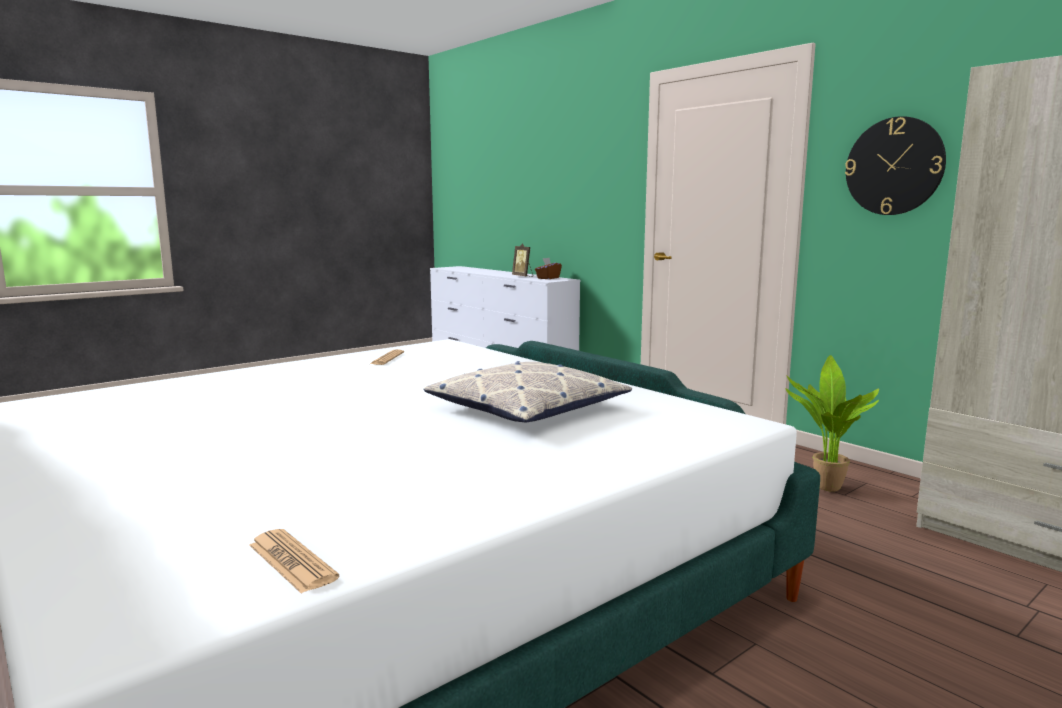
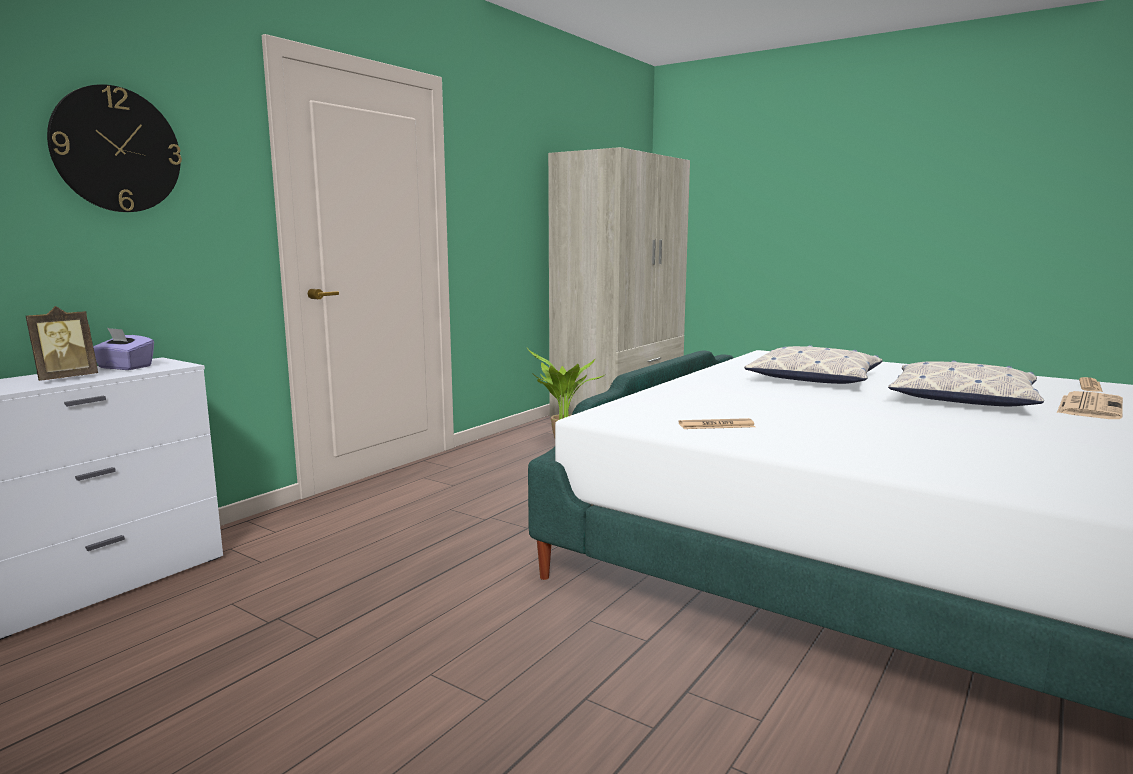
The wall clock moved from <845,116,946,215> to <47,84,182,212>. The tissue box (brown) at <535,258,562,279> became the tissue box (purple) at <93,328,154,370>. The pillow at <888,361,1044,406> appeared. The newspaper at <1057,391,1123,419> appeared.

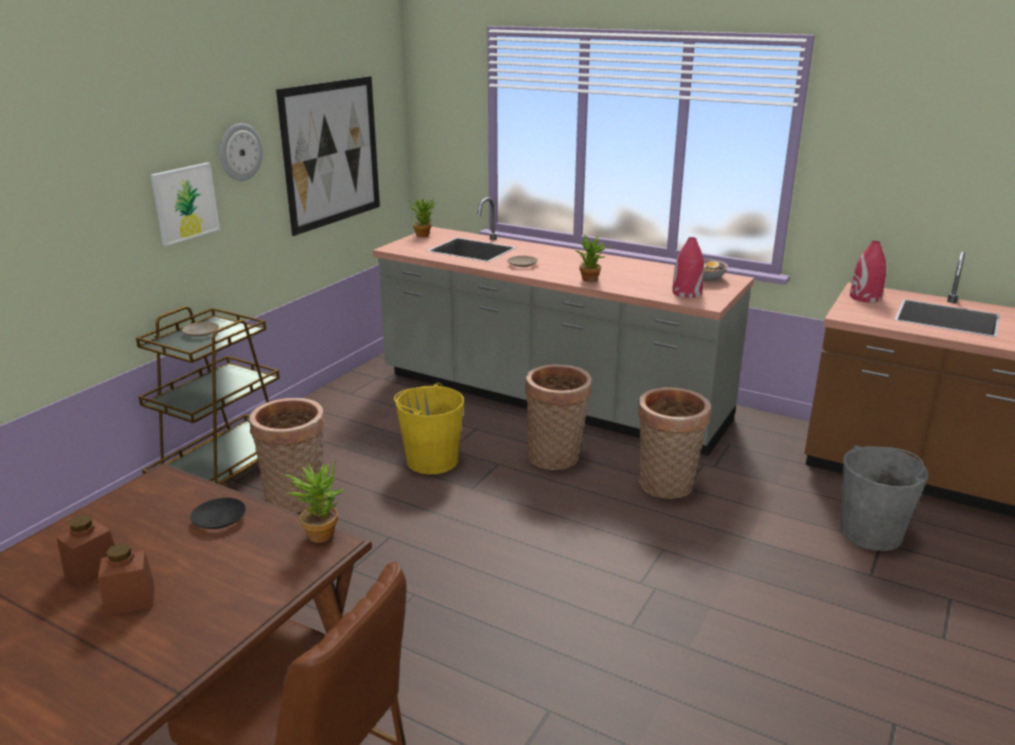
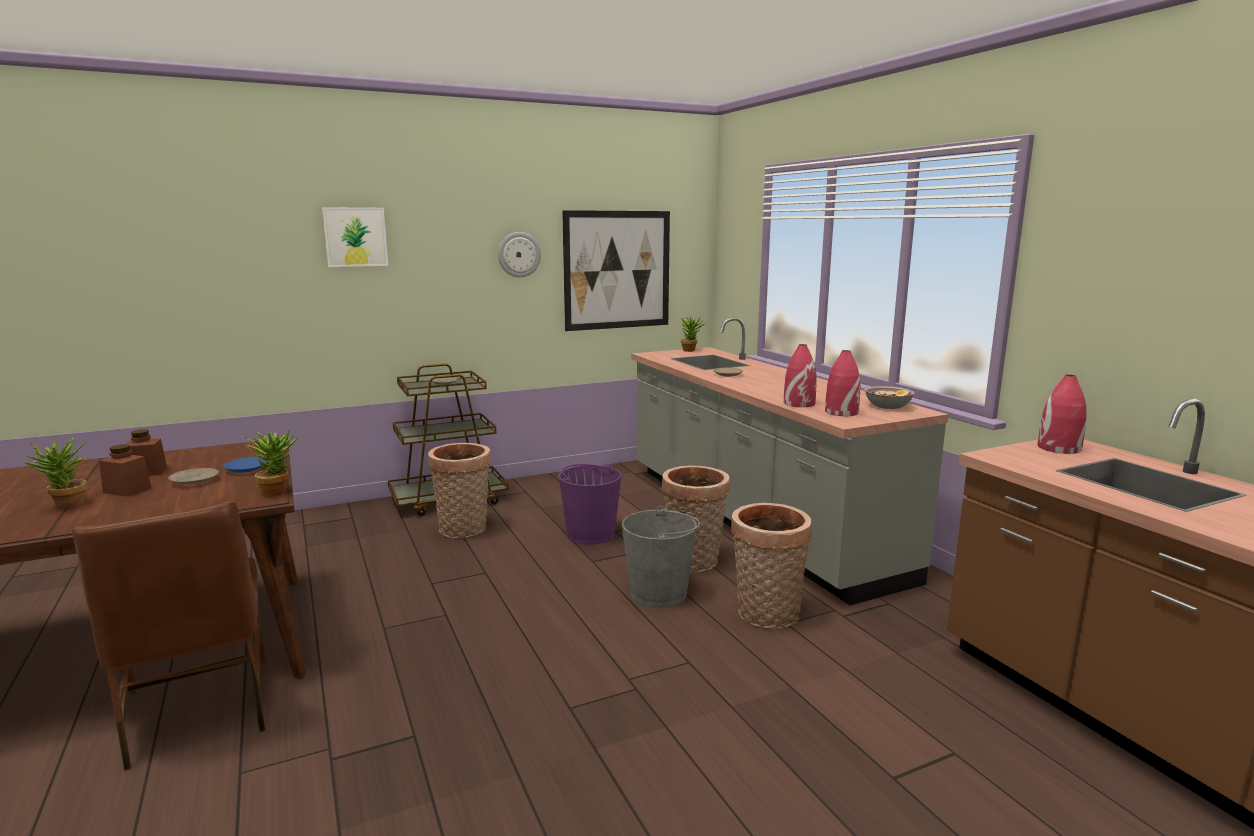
The potted plant moved from <576,234,611,282> to <22,437,87,508>. The plate (beige) at <168,468,219,485> appeared. The plate (black) at <190,498,246,529> became the plate (blue) at <224,457,268,473>. The picture moved from <151,163,220,246> to <322,207,388,267>. The bucket (yellow) at <394,383,464,475> became the bucket (purple) at <559,464,622,545>. The bucket (grey) moved from <839,445,928,551> to <622,506,700,608>. The vase (red) at <784,344,817,407> appeared.

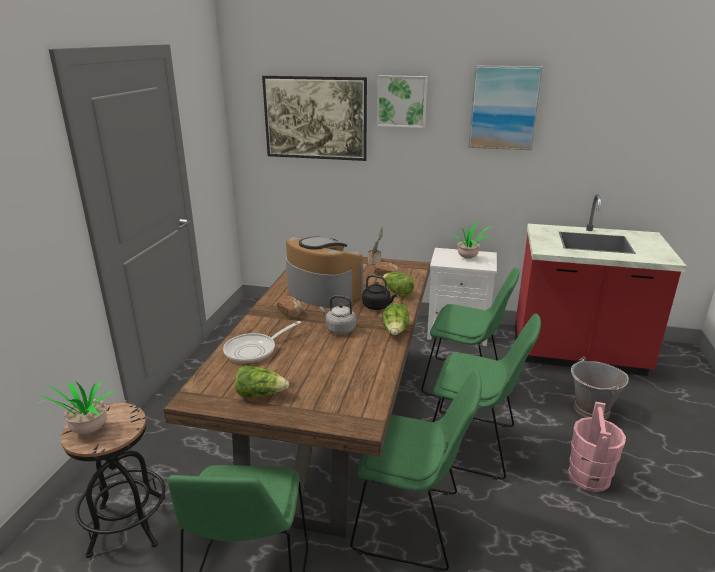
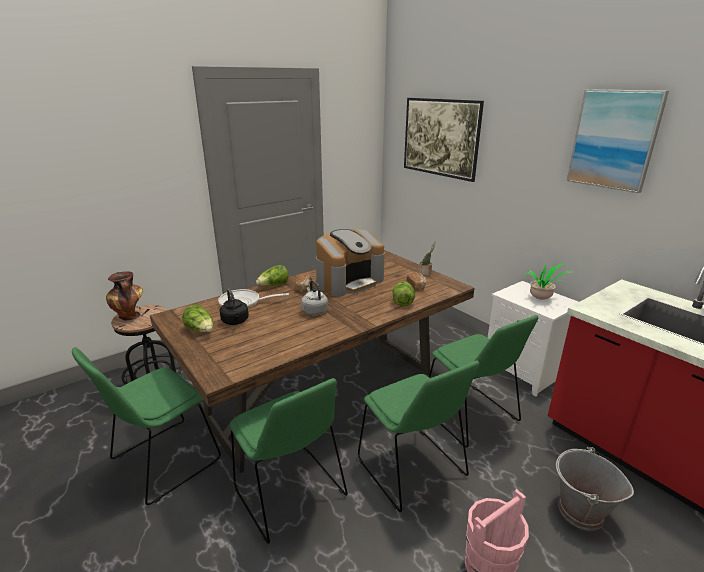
The potted plant at <35,380,116,434> was replaced by the vase at <106,271,143,320>. The kettle (black) moved from <363,275,397,310> to <220,289,249,325>. The lettuce moved from <382,303,409,335> to <256,265,289,286>. The coffee machine at <286,236,363,308> turned 60 degrees clockwise. The picture at <377,75,427,128> disappeared.

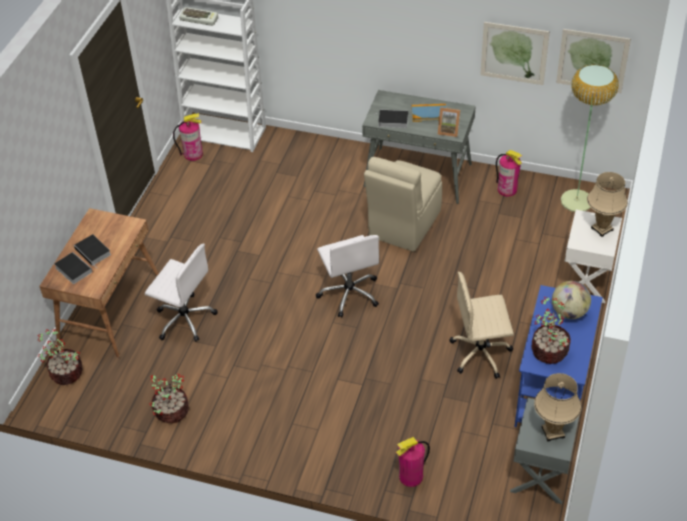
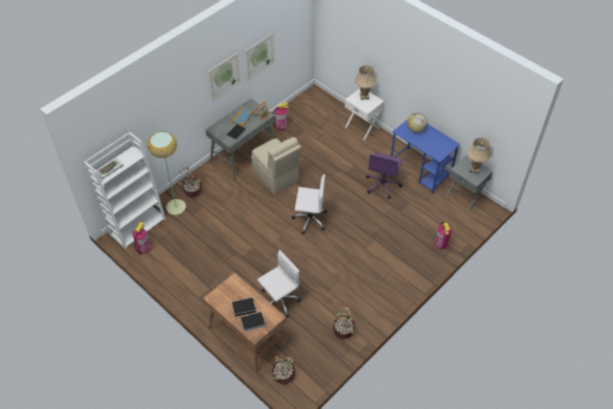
The floor lamp moved from <561,64,619,212> to <147,131,186,215>. The potted plant moved from <532,297,571,364> to <178,167,202,198>. The picture moved from <556,29,631,93> to <208,52,241,101>. The office chair (beige) at <450,272,514,379> became the office chair (purple) at <366,152,402,199>.

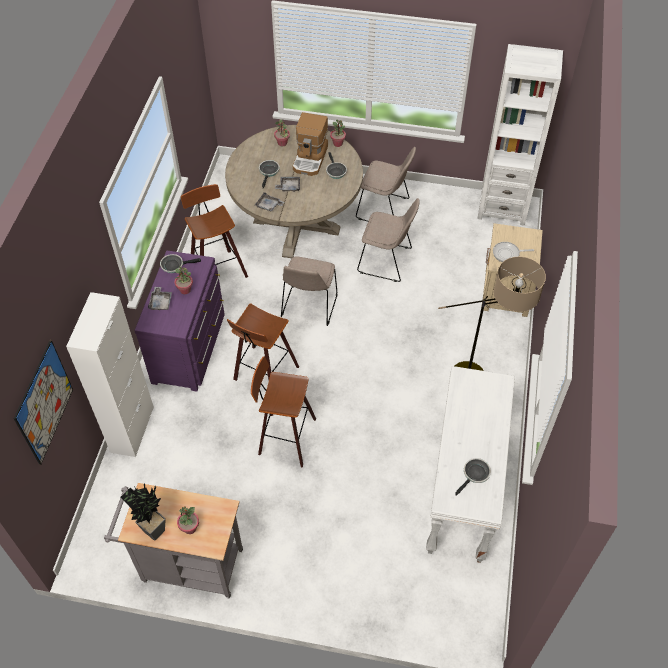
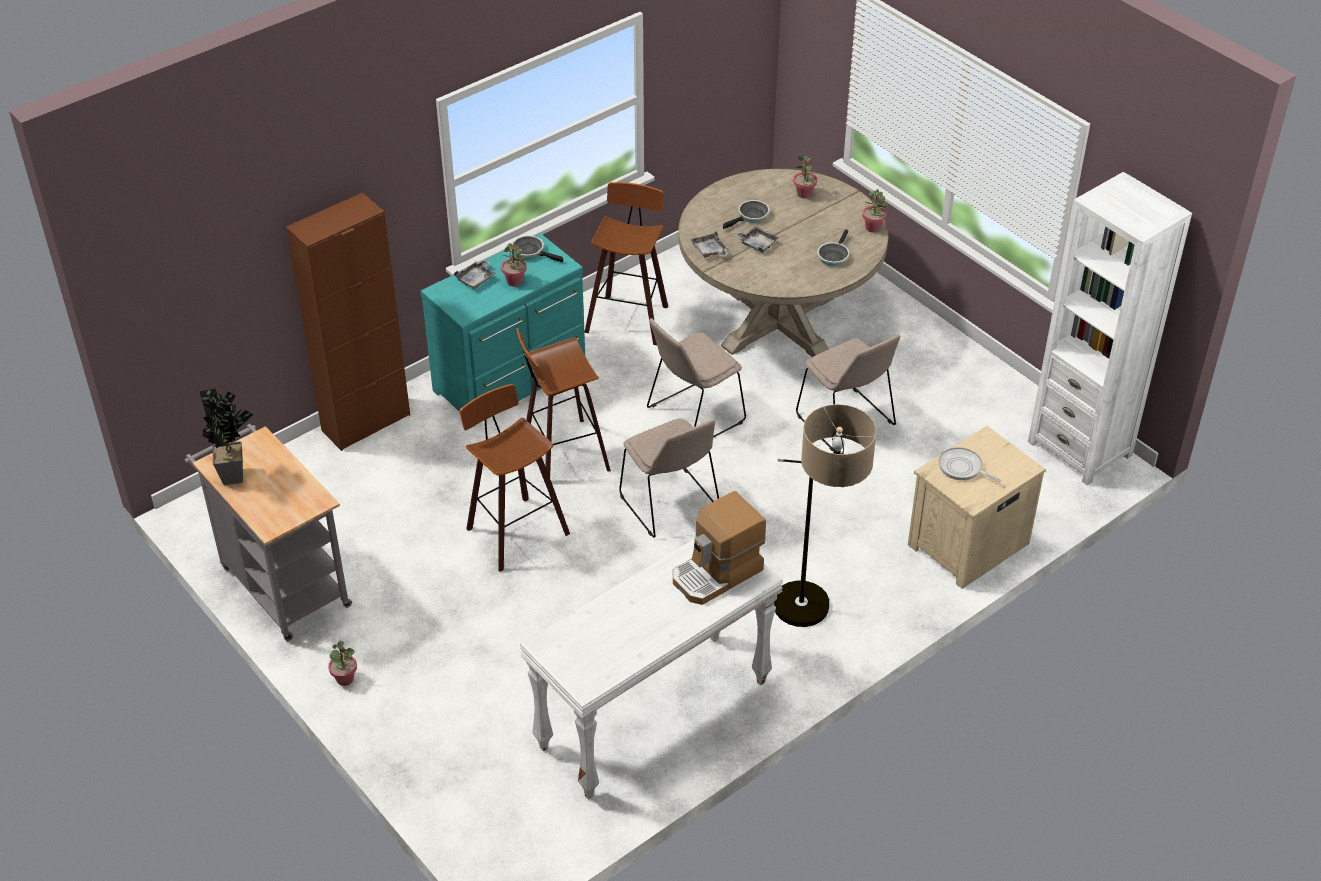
The cabinet (white) at <66,292,154,457> became the cabinet (brown) at <286,193,410,451>. The potted plant moved from <177,506,199,534> to <328,640,357,686>. The dresser (purple) at <134,250,225,391> became the dresser (turquoise) at <421,233,585,427>. The chair (beige) moved from <356,147,416,222> to <619,418,719,538>. The coffee machine moved from <293,112,328,176> to <673,491,766,605>. The picture at <13,340,73,465> disappeared. The frying pan at <456,458,491,495> disappeared.

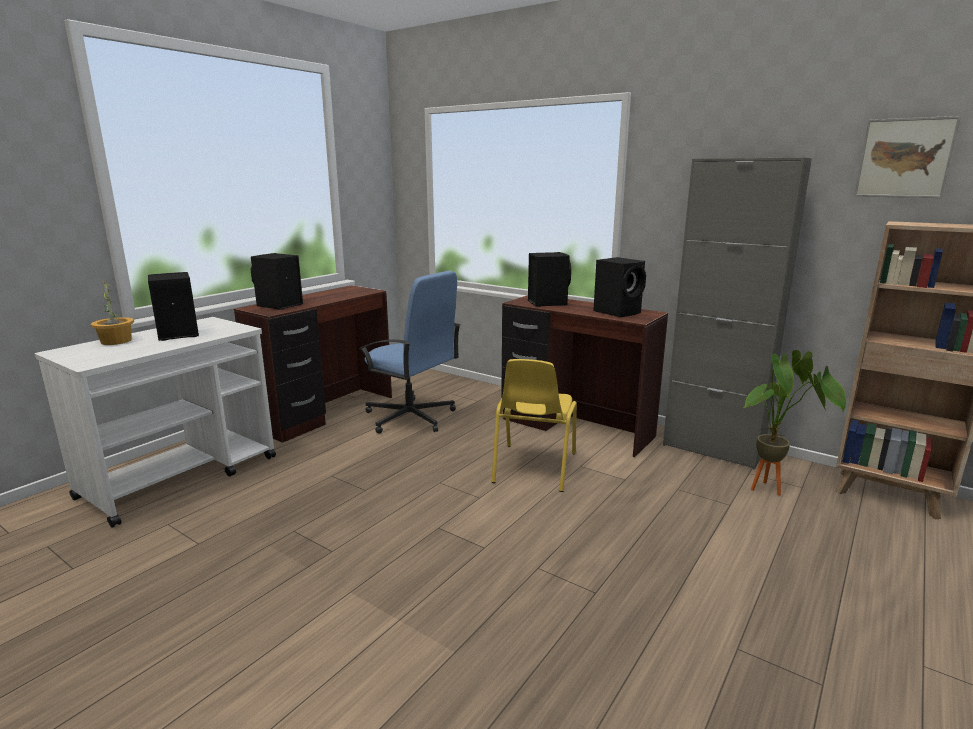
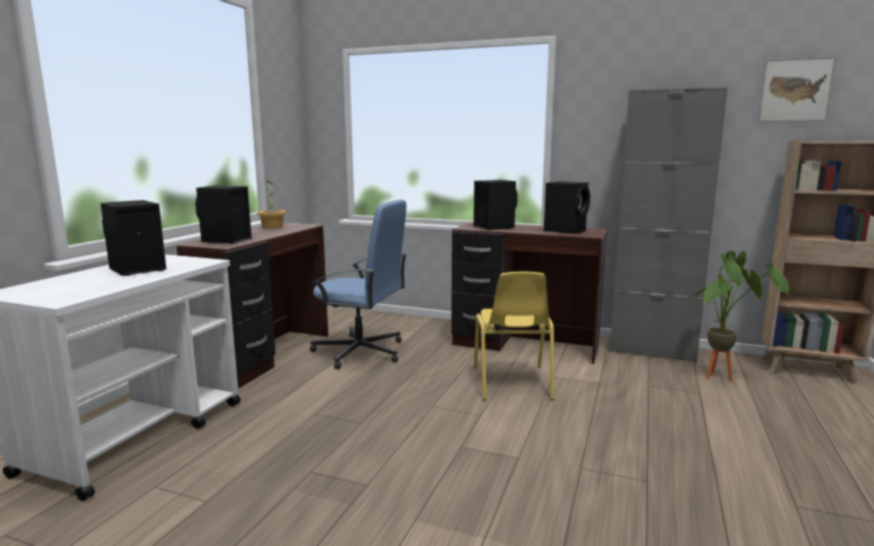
The potted plant moved from <91,280,134,345> to <257,181,286,229>.

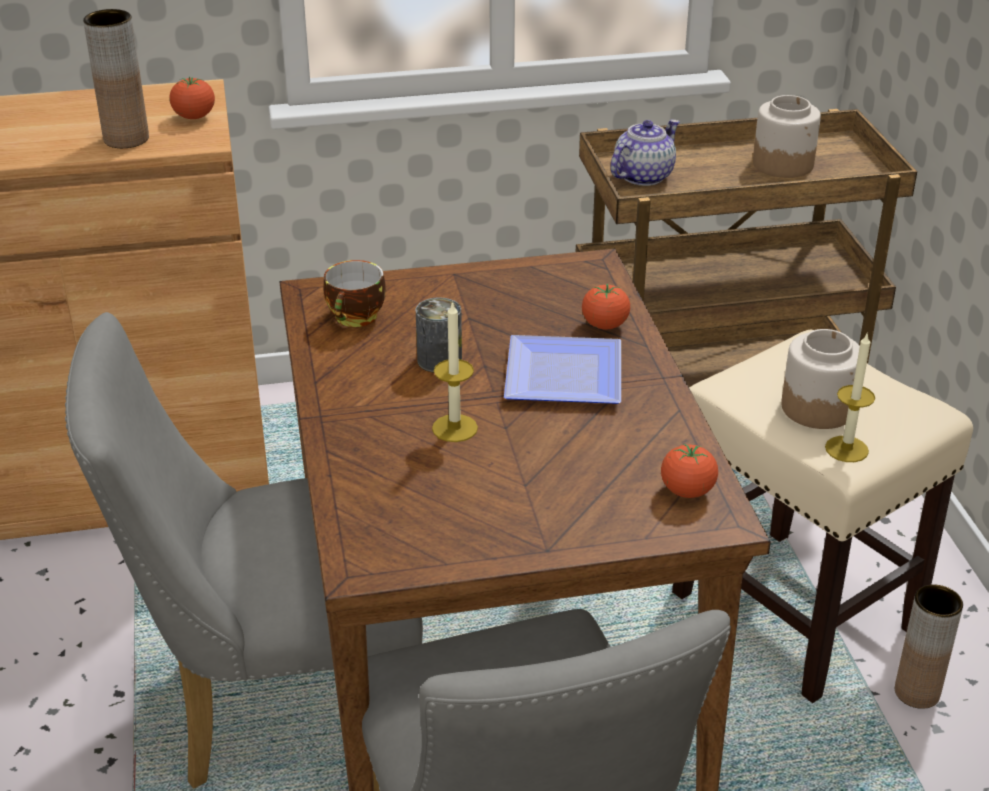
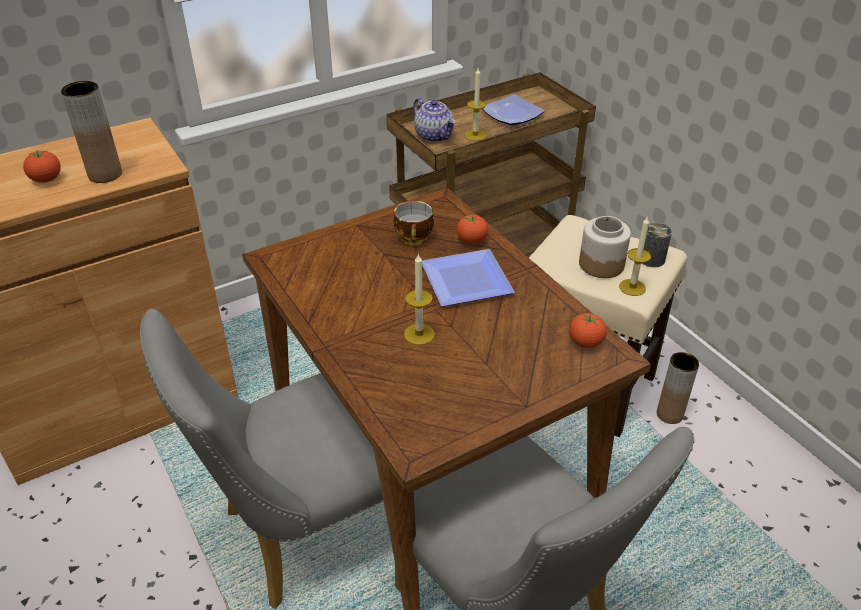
The tomato moved from <170,77,215,119> to <23,151,61,183>. The cup moved from <323,260,386,327> to <393,201,434,246>. The teapot at <610,119,680,186> turned 120 degrees clockwise. The candle at <464,68,487,141> appeared. The jar at <753,95,821,178> was replaced by the plate at <482,94,545,125>. The can moved from <416,297,462,373> to <642,223,672,267>.

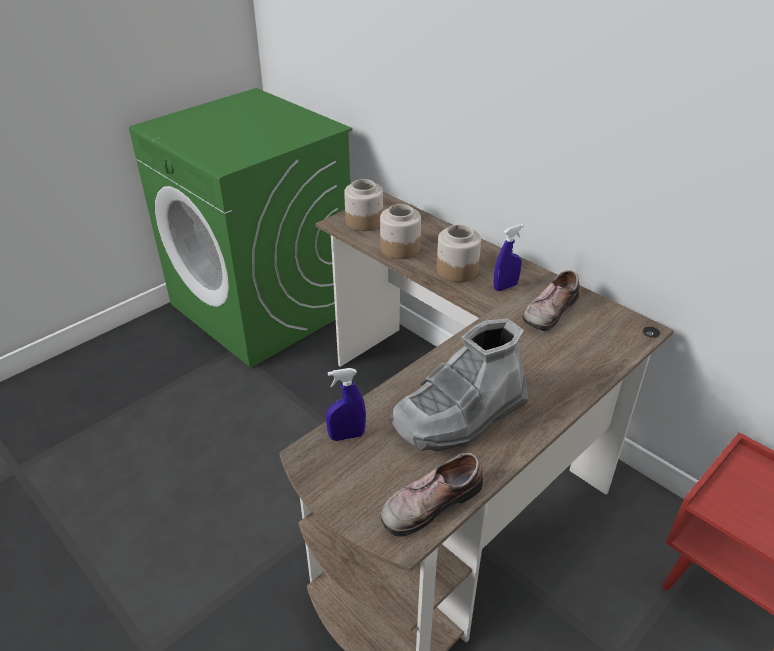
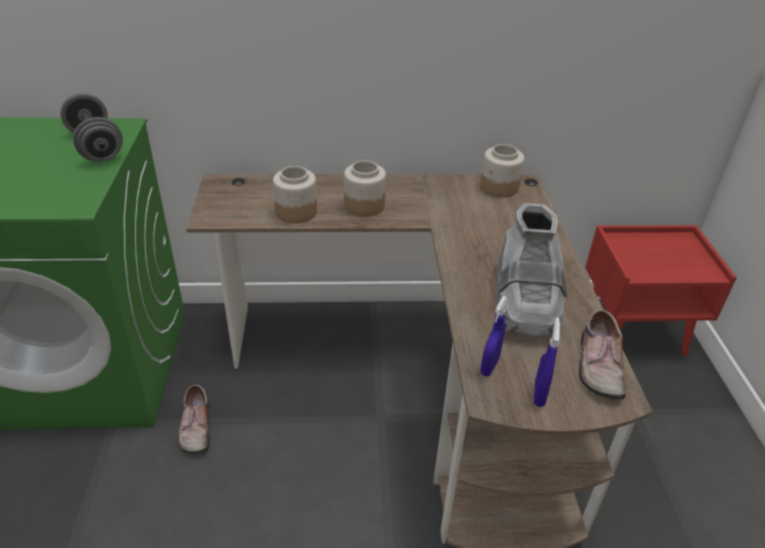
The dumbbell (grey) at <60,93,123,162> appeared. The shoe moved from <522,270,580,331> to <178,385,210,454>. The jar moved from <344,179,383,231> to <480,144,524,197>. The spray bottle (blue) moved from <494,224,524,291> to <534,318,560,407>.

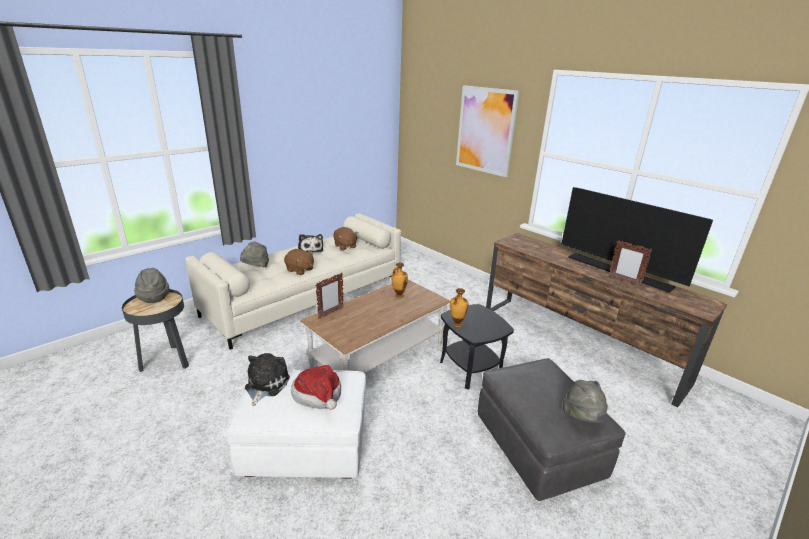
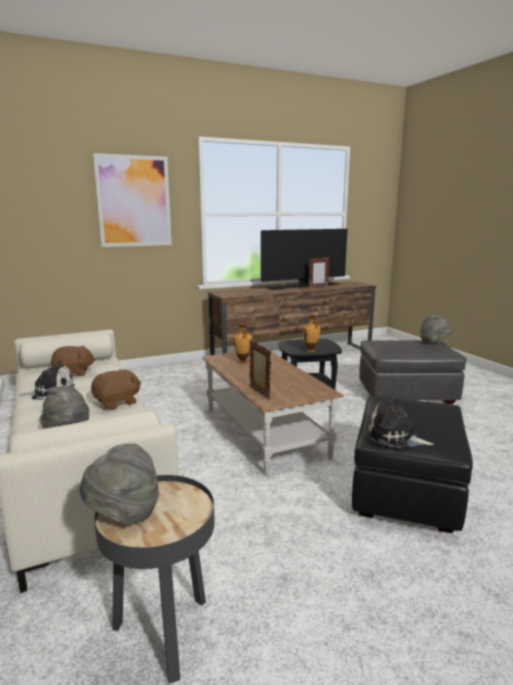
The ottoman (white) at <226,370,366,478> became the ottoman (black) at <352,395,473,533>. The hat at <291,365,341,410> disappeared.

